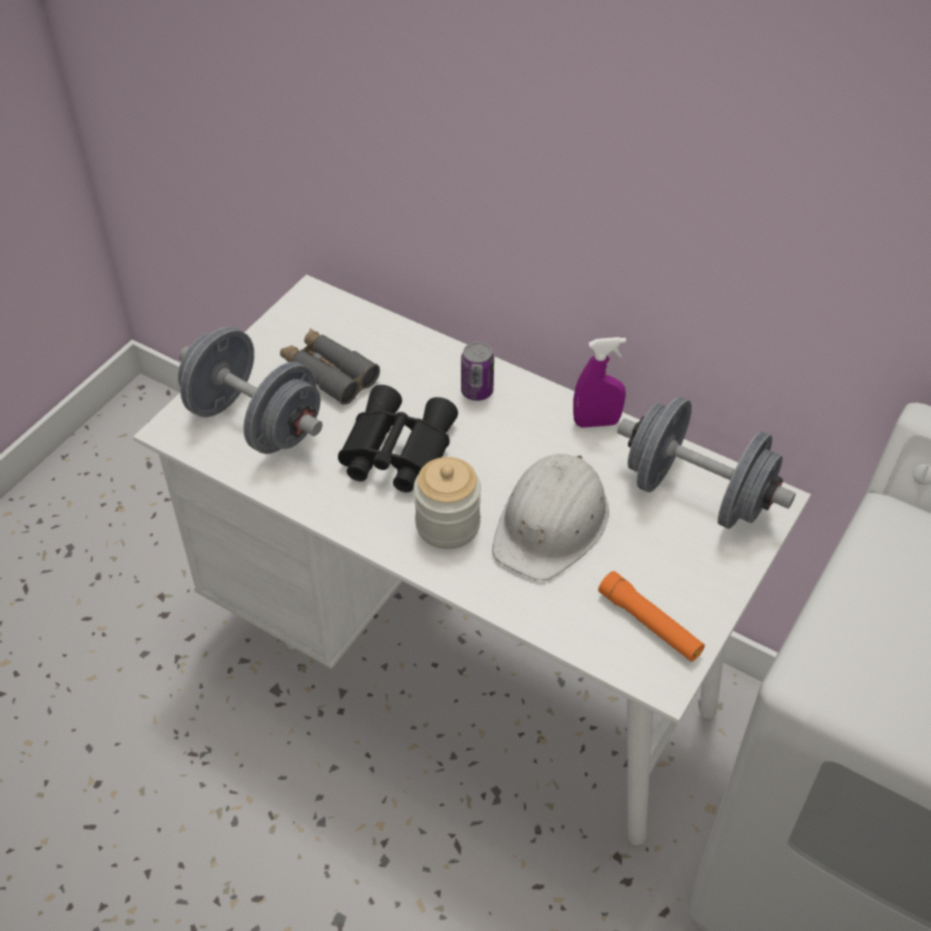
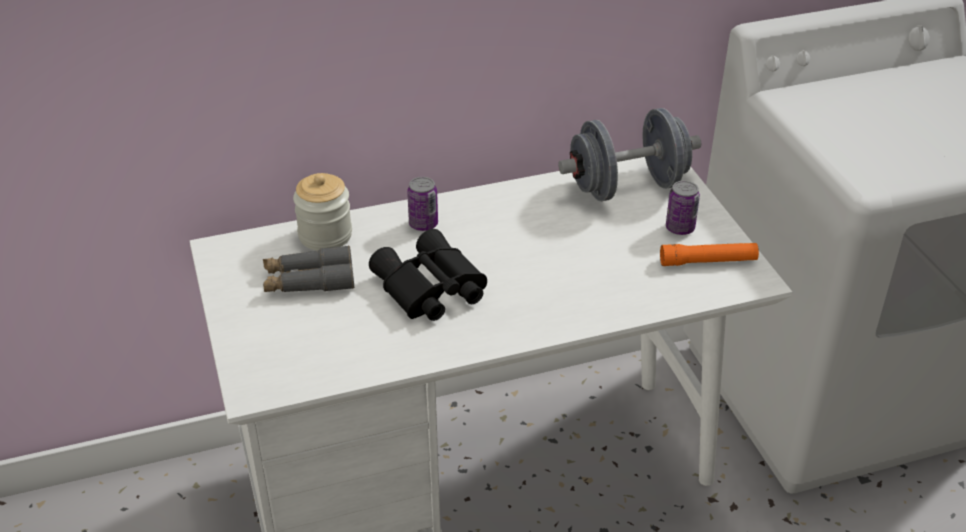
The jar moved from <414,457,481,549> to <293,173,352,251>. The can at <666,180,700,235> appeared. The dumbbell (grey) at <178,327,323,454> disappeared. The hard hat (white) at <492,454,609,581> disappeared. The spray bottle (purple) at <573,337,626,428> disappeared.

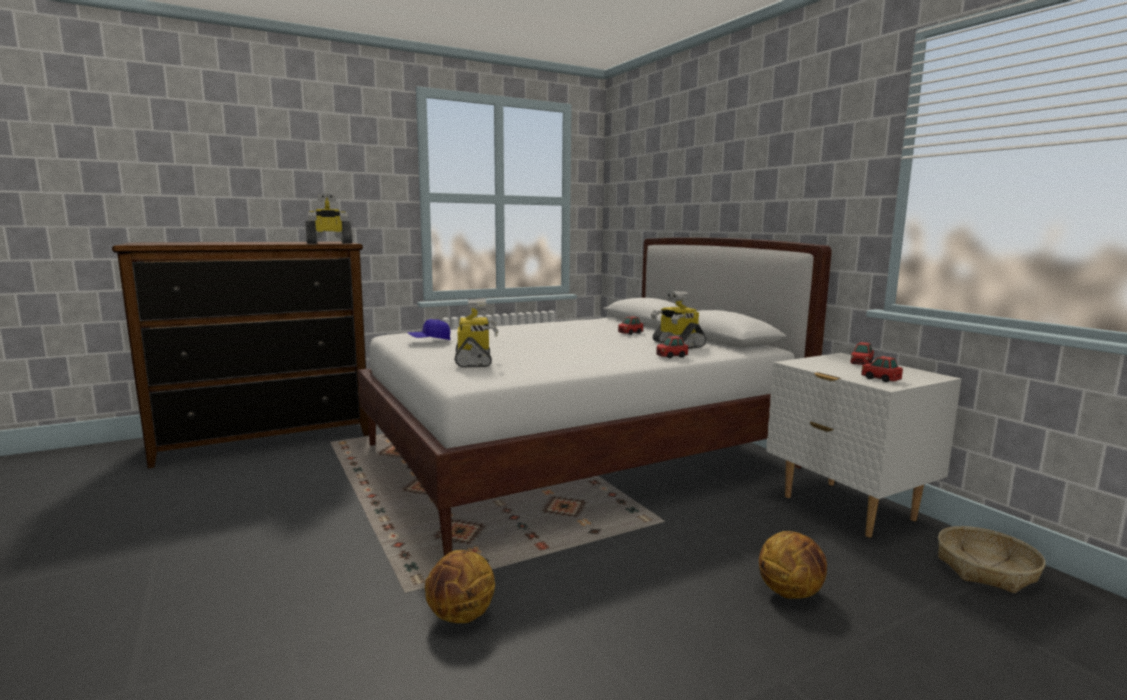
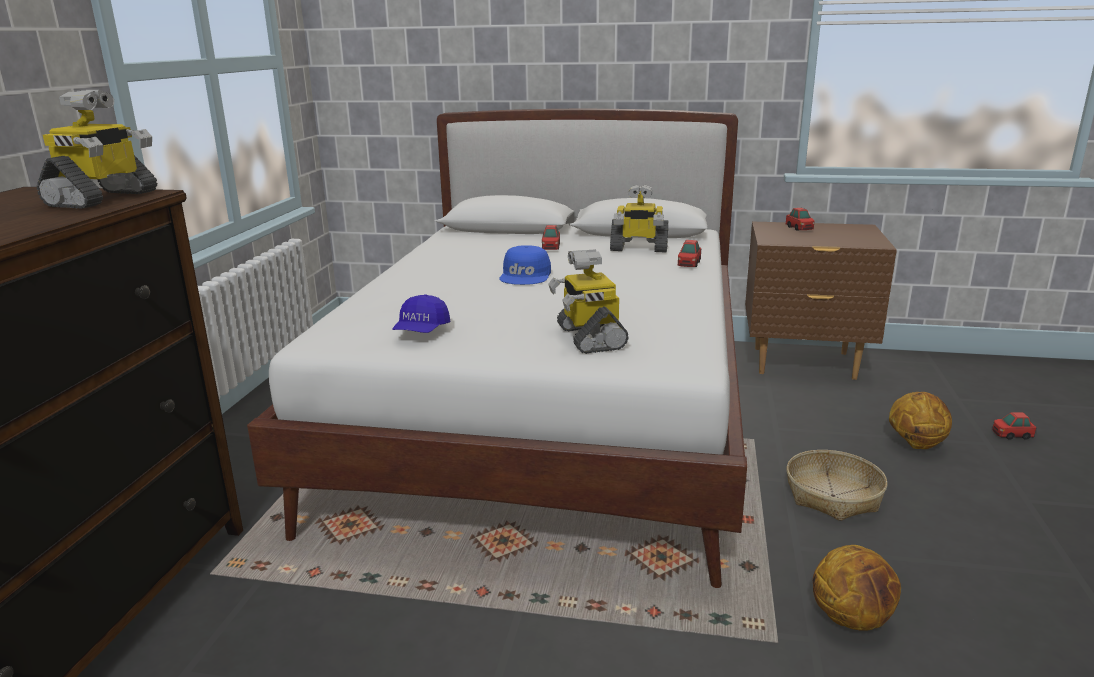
The cap (blue) at <499,245,551,285> appeared. The toy robot at <455,298,498,368> turned 135 degrees counterclockwise. The nightstand (white) at <766,353,961,538> became the nightstand (brown) at <745,222,897,380>. The basket moved from <938,526,1046,593> to <786,450,888,521>. The toy car moved from <861,356,903,382> to <992,412,1037,440>.

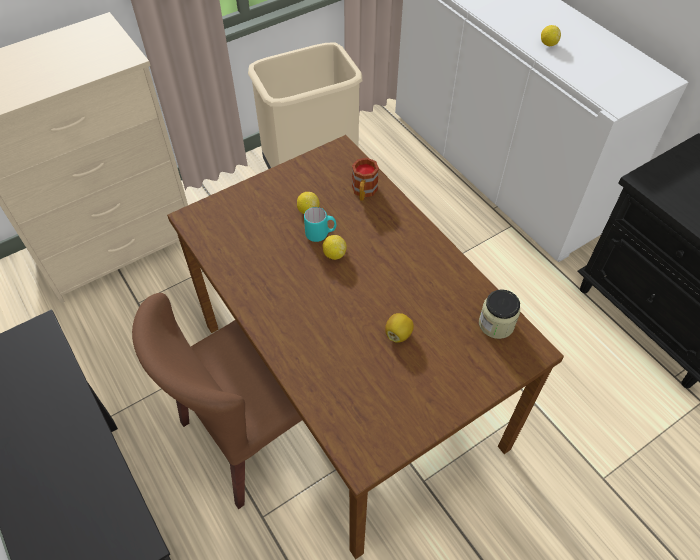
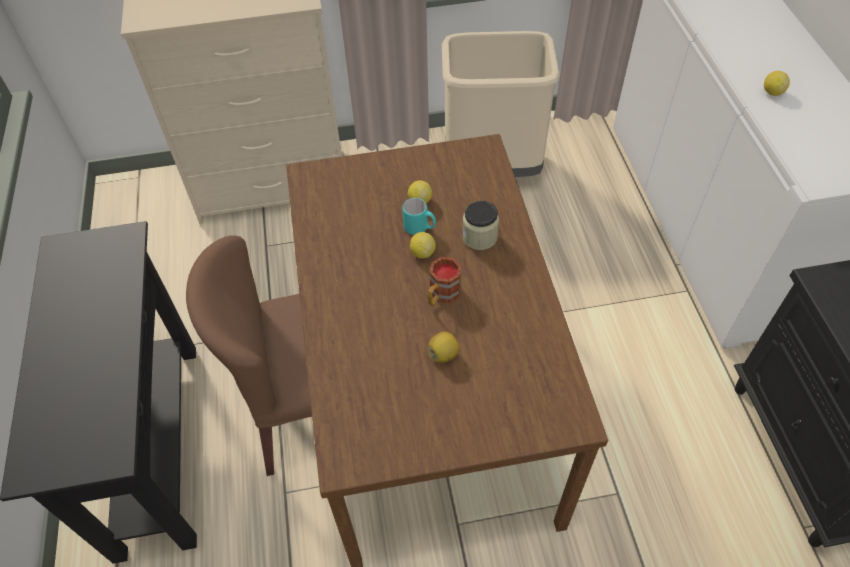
The mug moved from <352,158,379,201> to <427,257,462,306>. The jar moved from <479,289,520,339> to <462,201,499,250>.

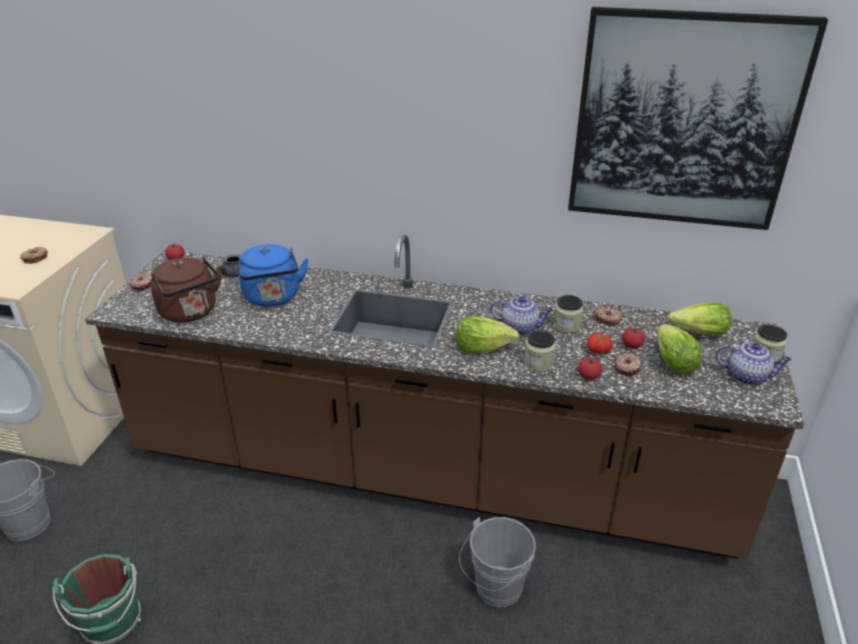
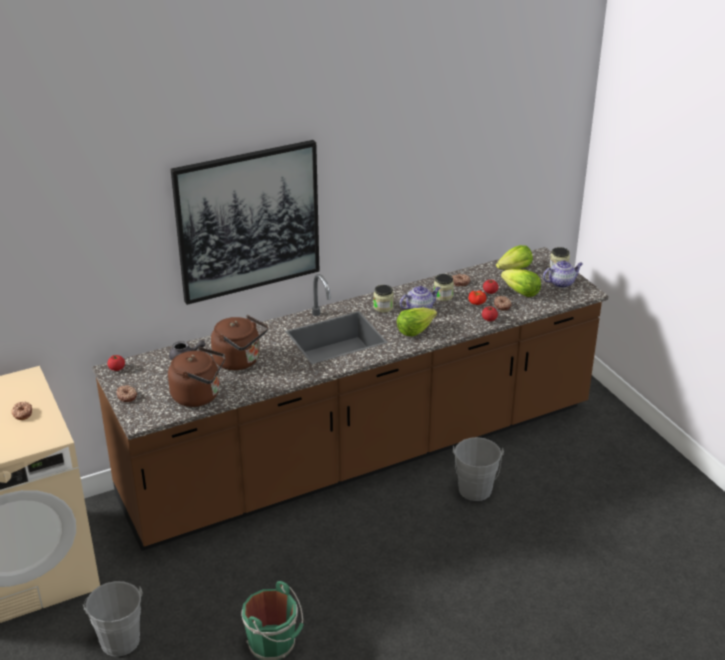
The picture moved from <568,7,828,230> to <171,140,319,305>. The kettle (blue) at <238,244,309,307> became the kettle (brown) at <211,315,268,370>. The jar moved from <524,330,556,372> to <373,285,394,313>.

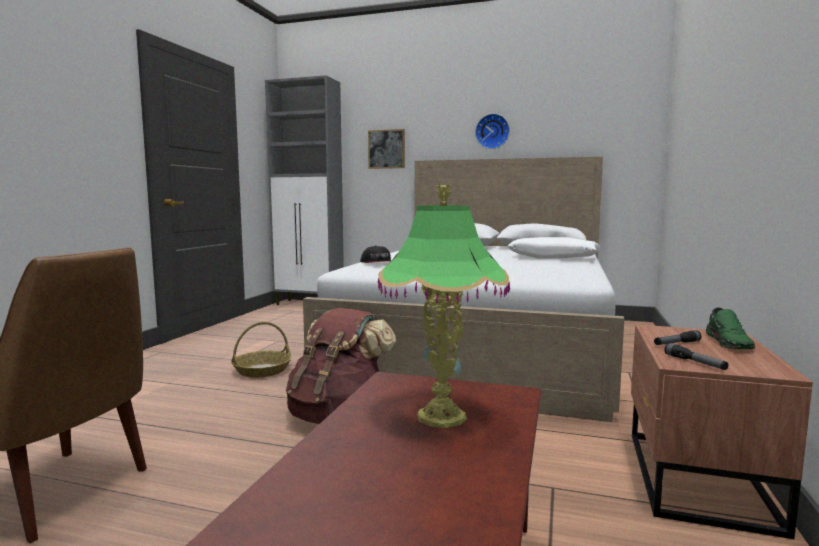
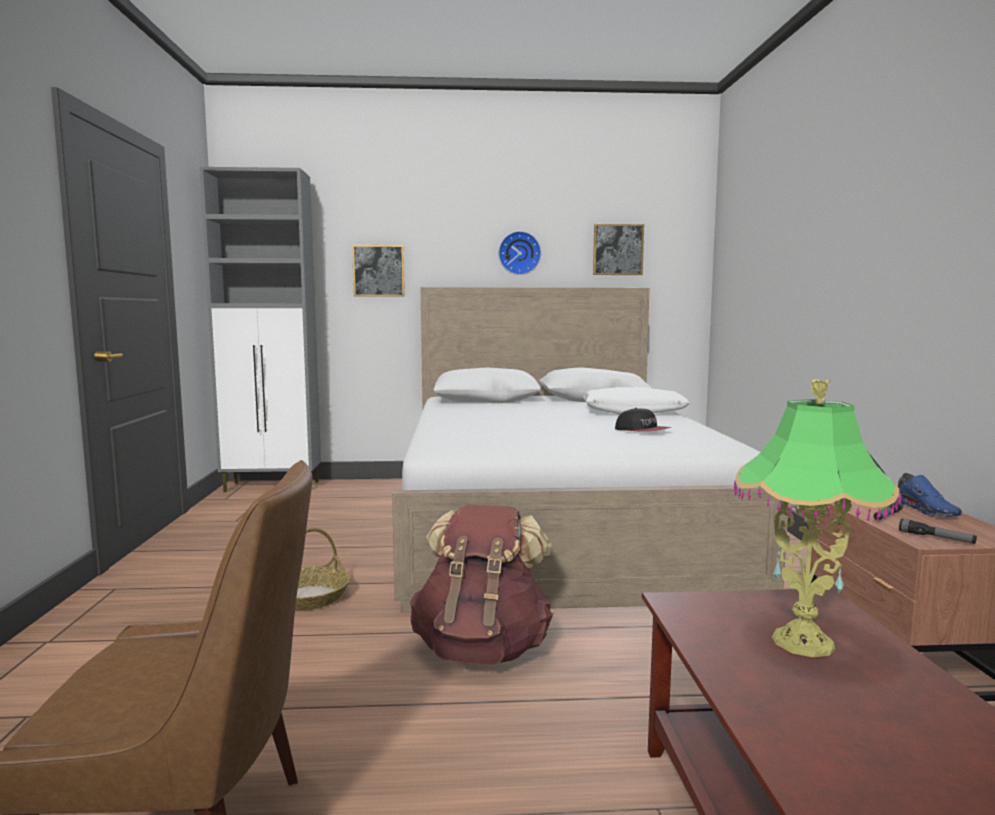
The picture at <593,224,644,275> appeared. The cap moved from <360,245,391,263> to <615,408,672,432>. The shoe (green) at <706,307,755,349> became the shoe (blue) at <892,473,962,517>.

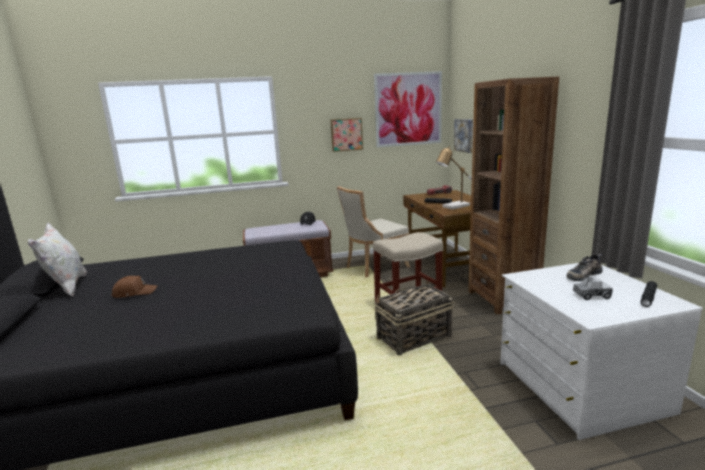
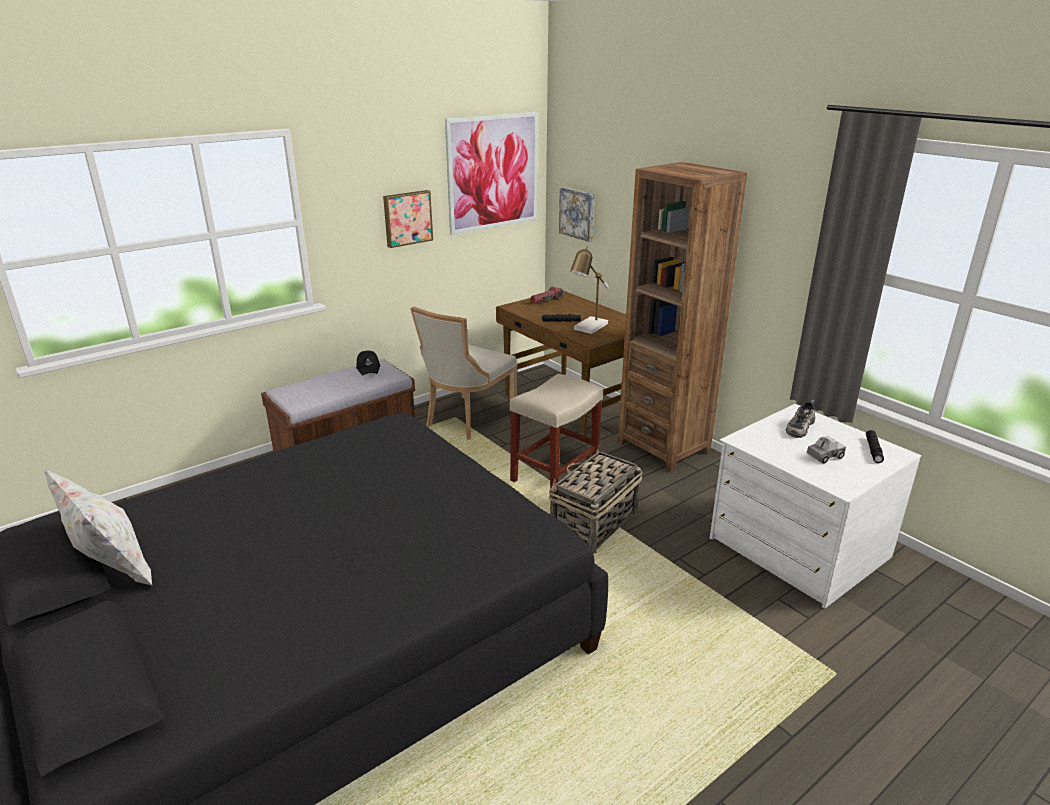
The cap (brown) at <111,276,157,298> disappeared.

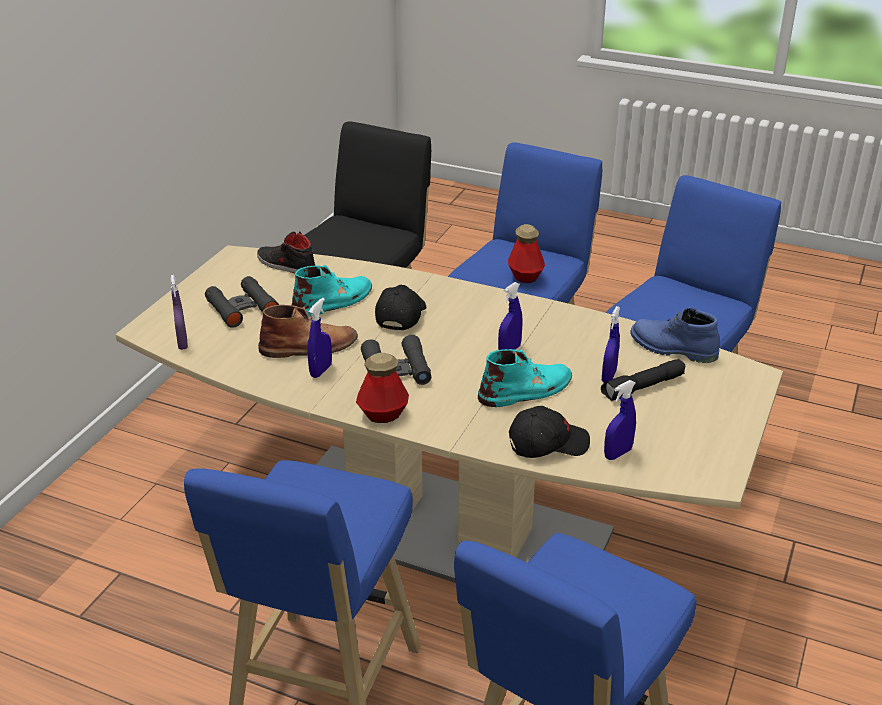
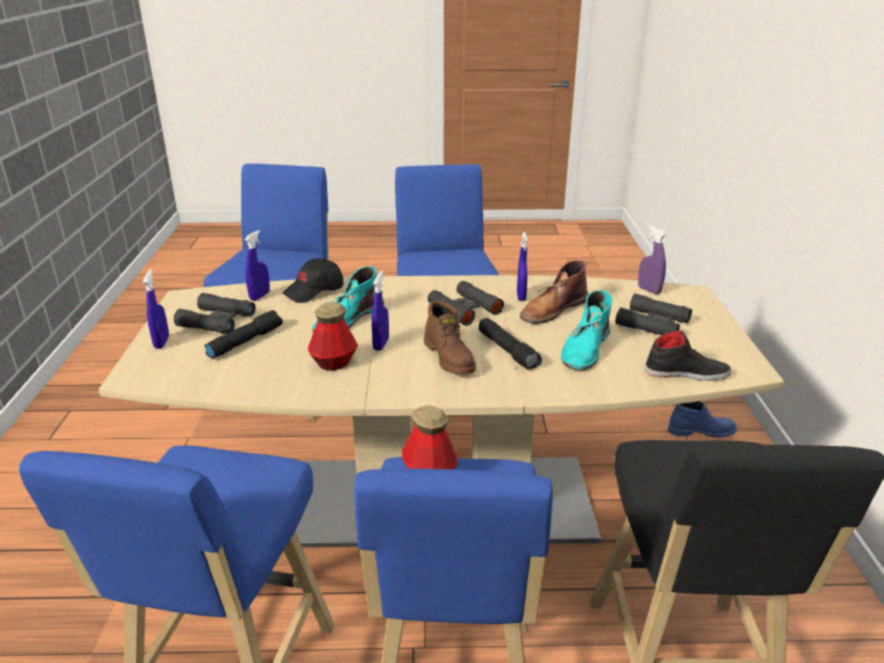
The spray bottle (blue) moved from <602,306,620,383> to <143,269,169,349>. The binoculars (black) at <174,293,256,334> appeared. The bottle moved from <356,353,409,423> to <308,302,358,371>. The boot (brown) at <424,301,476,374> appeared. The cap (black) at <375,285,426,331> was replaced by the flashlight (black) at <479,318,542,370>. The boot (blue) moved from <630,307,720,363> to <668,401,737,438>.

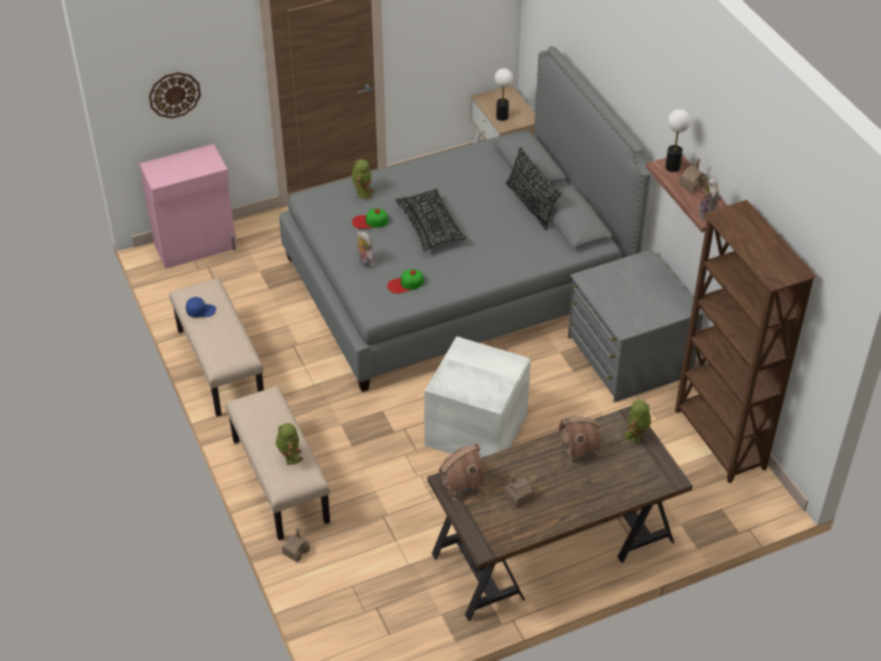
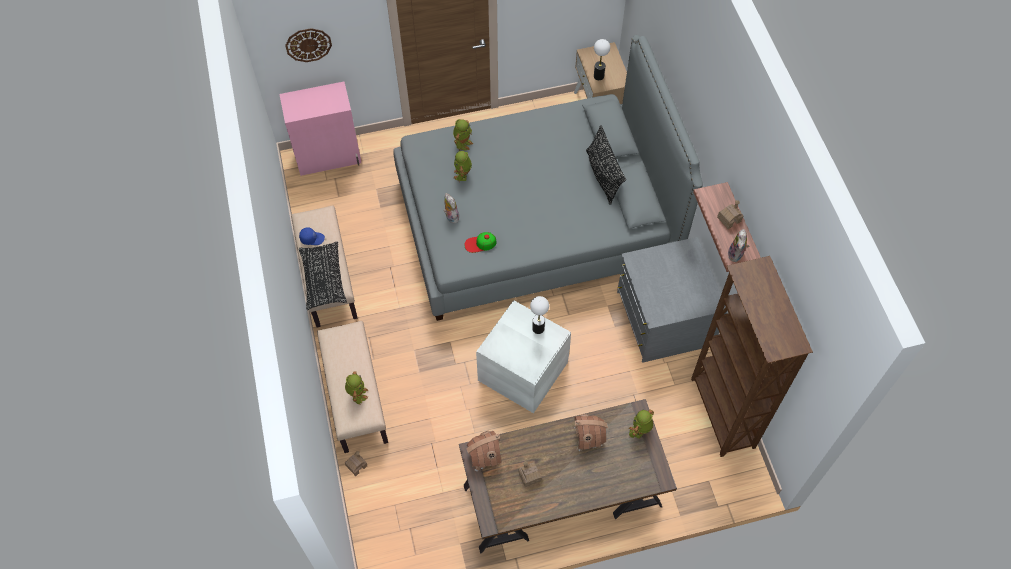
The pillow (black) moved from <395,189,466,251> to <299,242,347,310>. The cap at <352,209,388,229> was replaced by the toy robot at <453,151,472,183>. The table lamp moved from <665,109,691,172> to <530,296,549,334>.

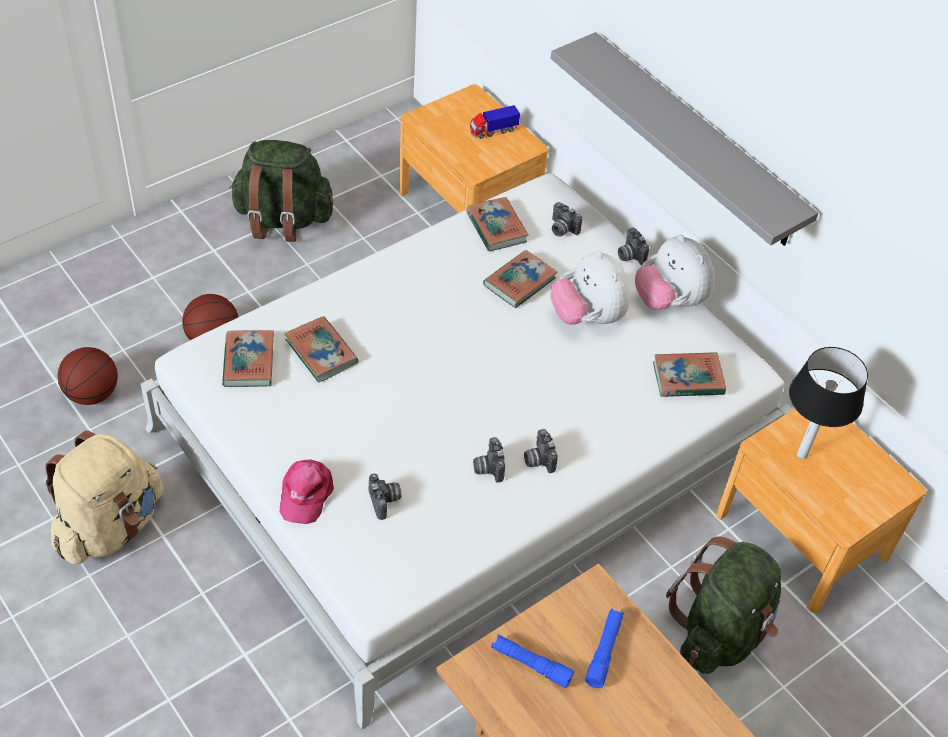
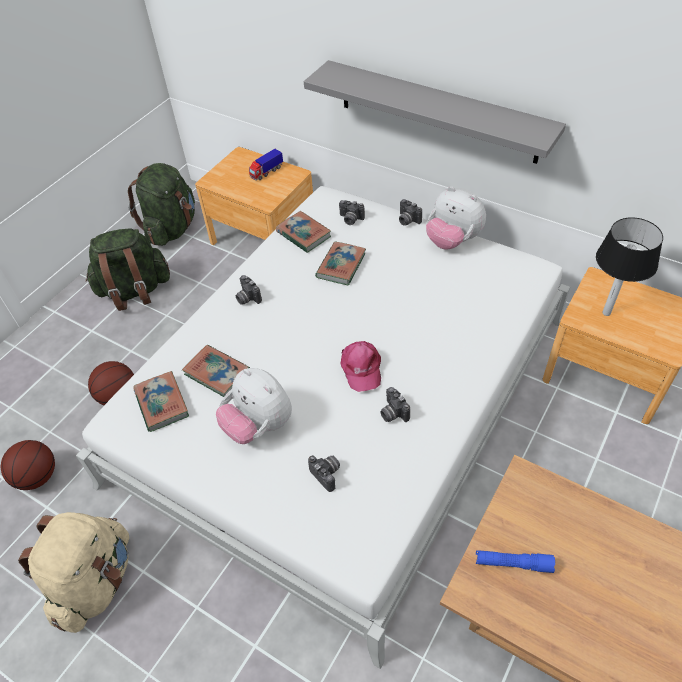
The backpack (green) moved from <666,536,781,674> to <128,163,195,246>. The plush toy moved from <550,250,630,325> to <216,368,292,444>. The photo camera moved from <524,429,558,473> to <236,275,262,305>. The cap (pink) moved from <280,460,334,524> to <340,341,381,392>. The flashlight (blue) at <585,608,624,688> disappeared. The book at <653,352,726,397> disappeared.

